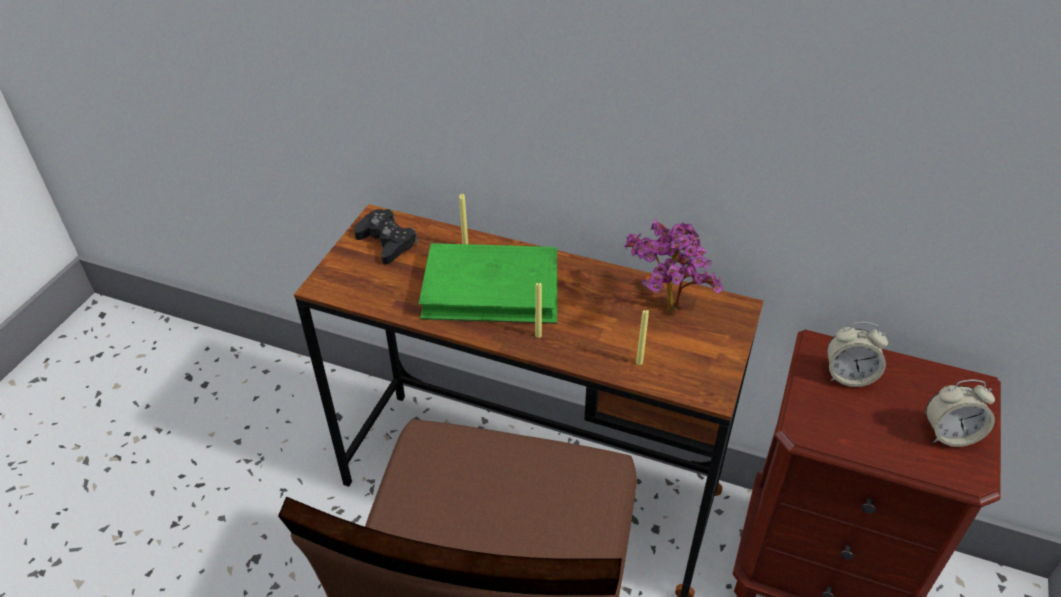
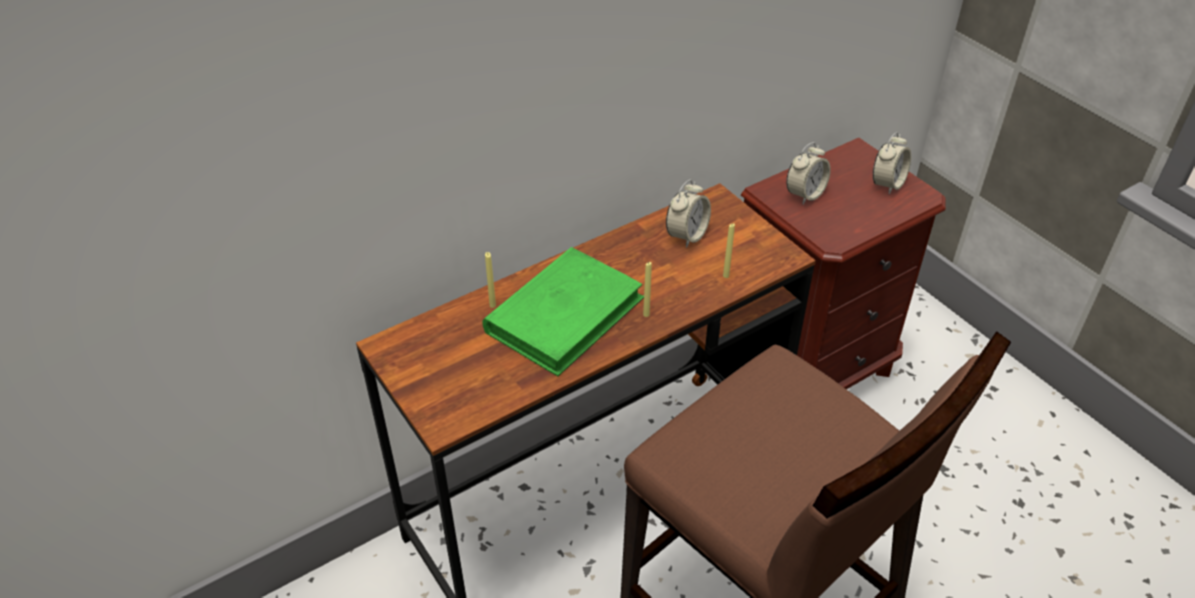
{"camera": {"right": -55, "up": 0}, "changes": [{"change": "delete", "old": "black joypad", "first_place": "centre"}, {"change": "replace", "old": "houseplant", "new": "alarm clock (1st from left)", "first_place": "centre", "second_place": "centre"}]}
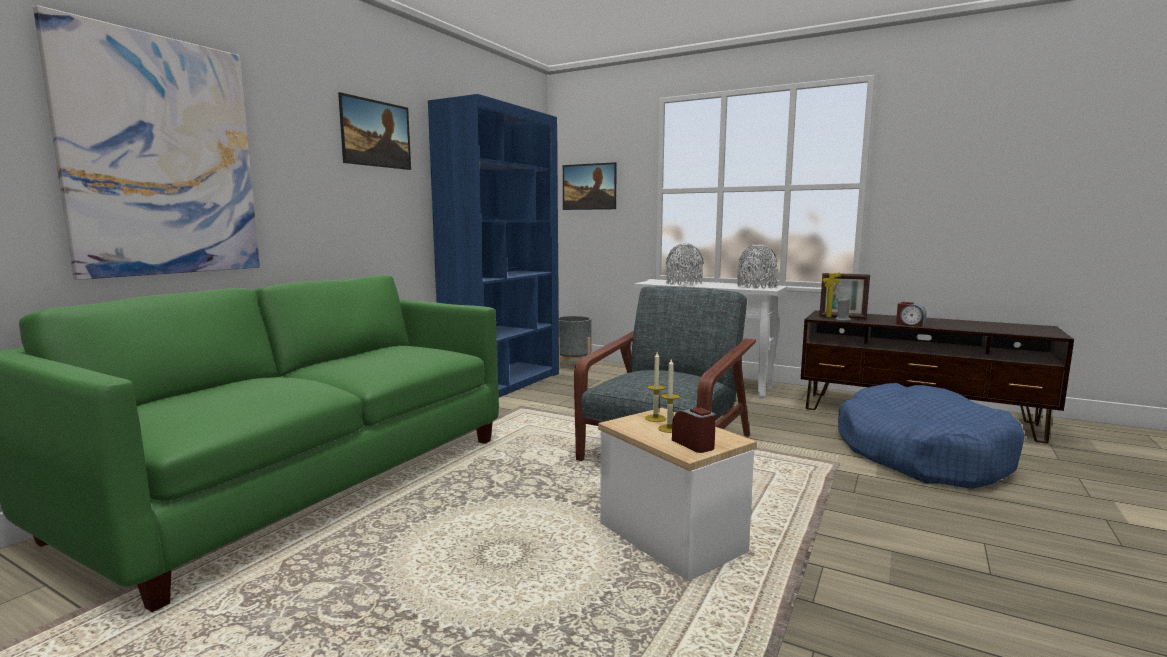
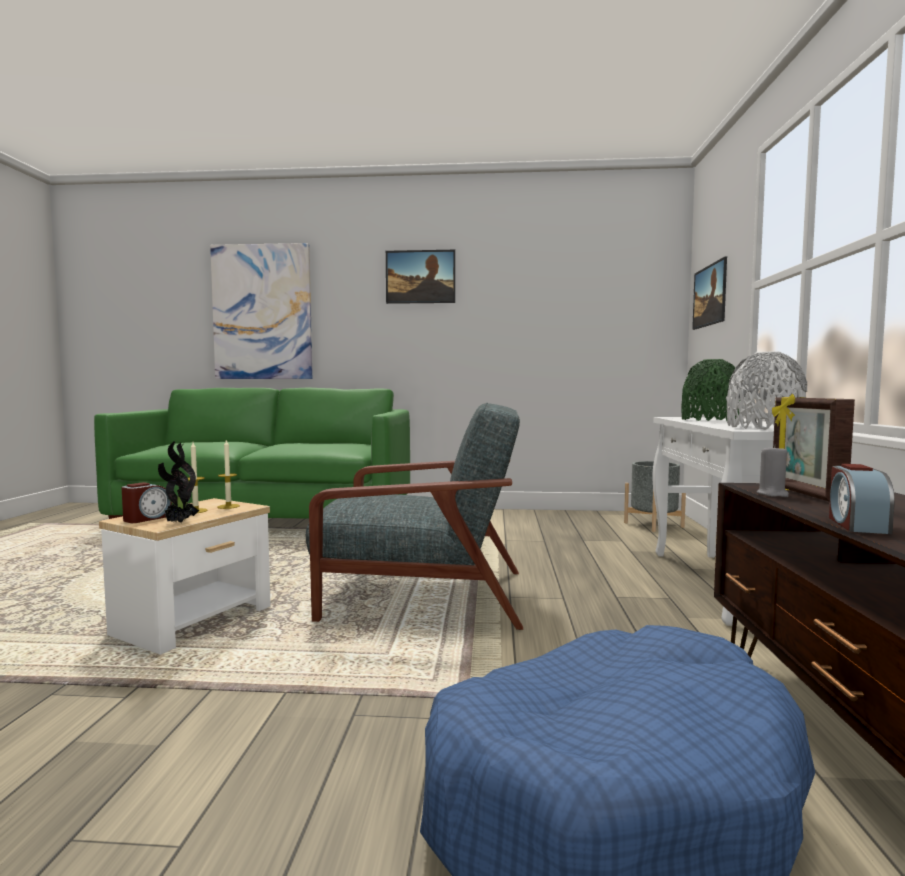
{"camera": {"right": 65, "up": -5}, "changes": [{"change": "delete", "old": "blue-coloured shelving unit", "first_place": "centre"}, {"change": "insert", "new": "houseplant", "second_place": "middle left"}, {"change": "recolor", "old": "grey flower vase (1st from left)", "new": "green-coloured flower vase", "first_place": "centre", "second_place": "middle right"}]}
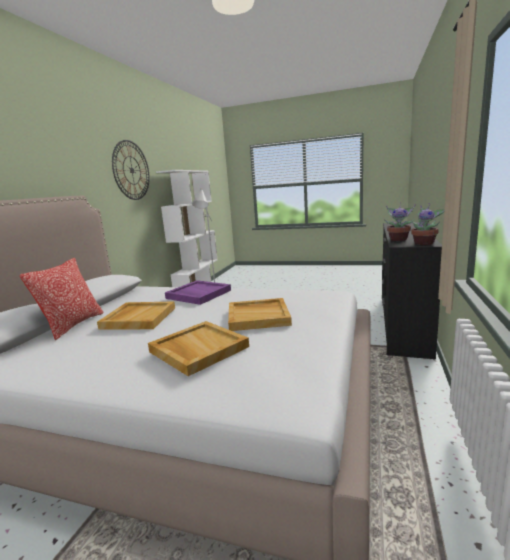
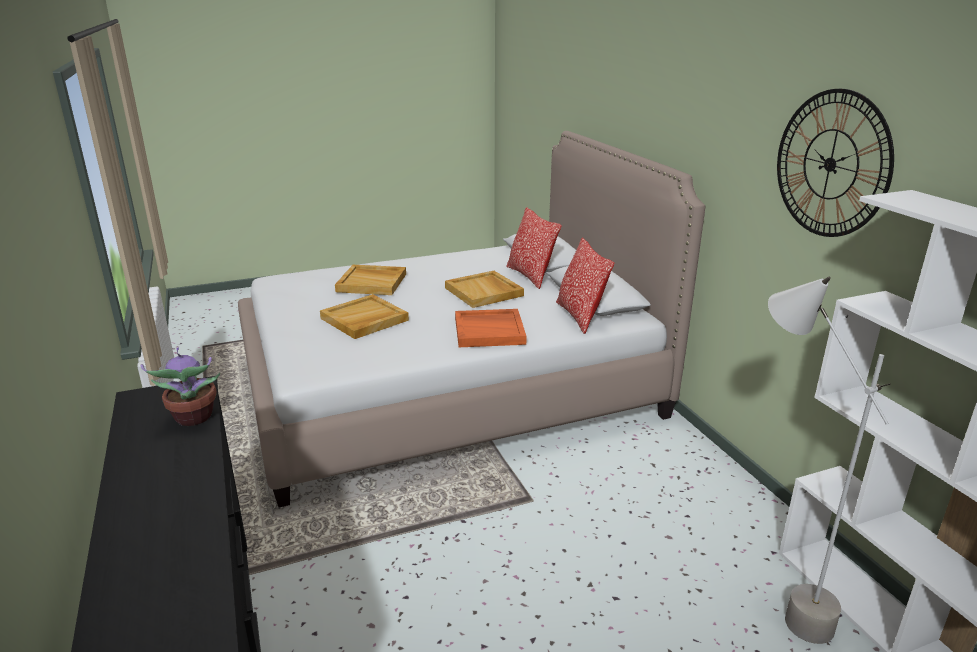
{"camera": {"right": 140, "up": 10}, "changes": [{"change": "delete", "old": "houseplant (2nd from left)", "first_place": "middle right"}, {"change": "insert", "new": "pillow (2nd from left)", "second_place": "centre"}, {"change": "recolor", "old": "purple tray", "new": "orange tray", "first_place": "centre", "second_place": "centre"}]}
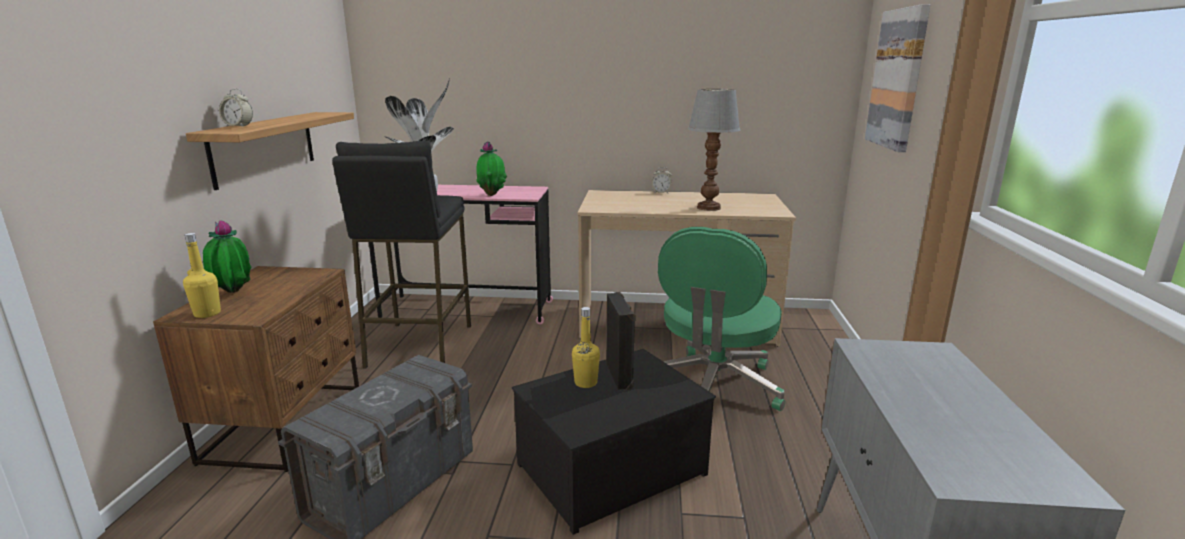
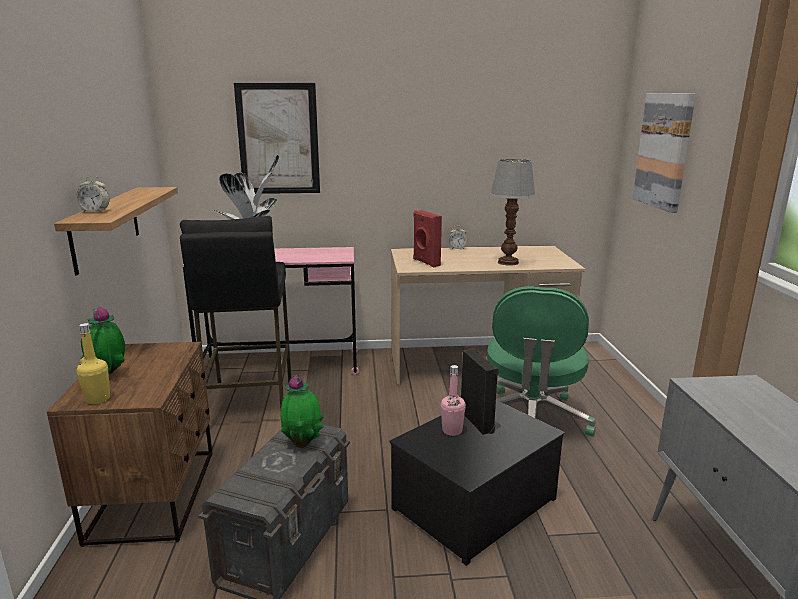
{"camera": {"right": -10, "up": 0}, "changes": [{"change": "insert", "new": "wall picture (1st from left)", "second_place": "top centre"}, {"change": "insert", "new": "red-coloured speaker", "second_place": "centre"}, {"change": "move", "old": "houseplant (3rd from left)", "first_place": "top centre", "second_place": "bottom centre"}, {"change": "recolor", "old": "yellowish bottle (2nd from left)", "new": "pink-coloured bottle", "first_place": "centre", "second_place": "bottom centre"}]}
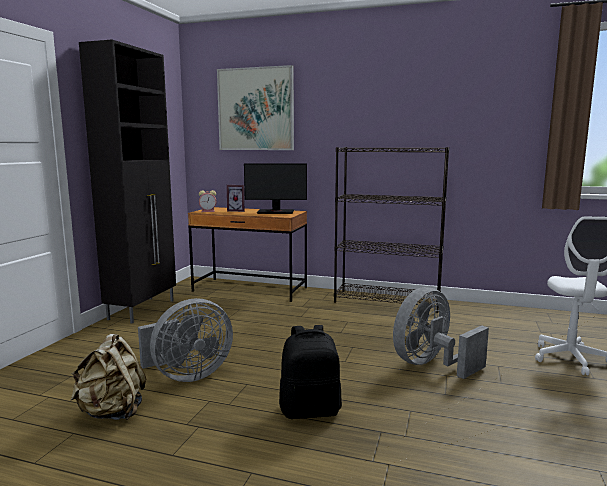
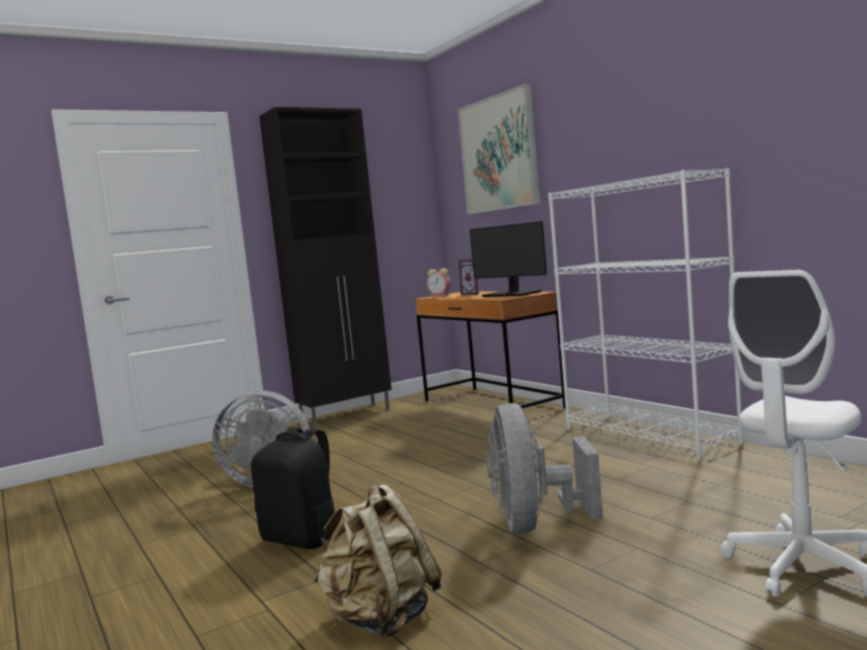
{"camera": {"right": 40, "up": -5}, "changes": [{"change": "move", "old": "beige-coloured rucksack", "first_place": "bottom left", "second_place": "bottom centre"}, {"change": "recolor", "old": "black shelving unit", "new": "white-coloured shelving unit", "first_place": "centre", "second_place": "middle right"}, {"change": "rotate", "old": "grey fan (2nd from left)", "first_place": "bottom right", "second_place": "bottom centre", "degrees": -90}]}
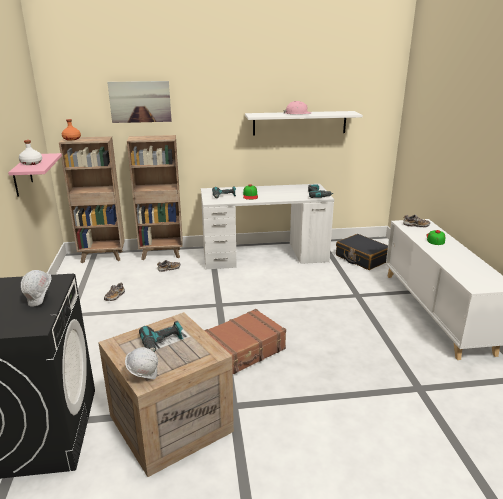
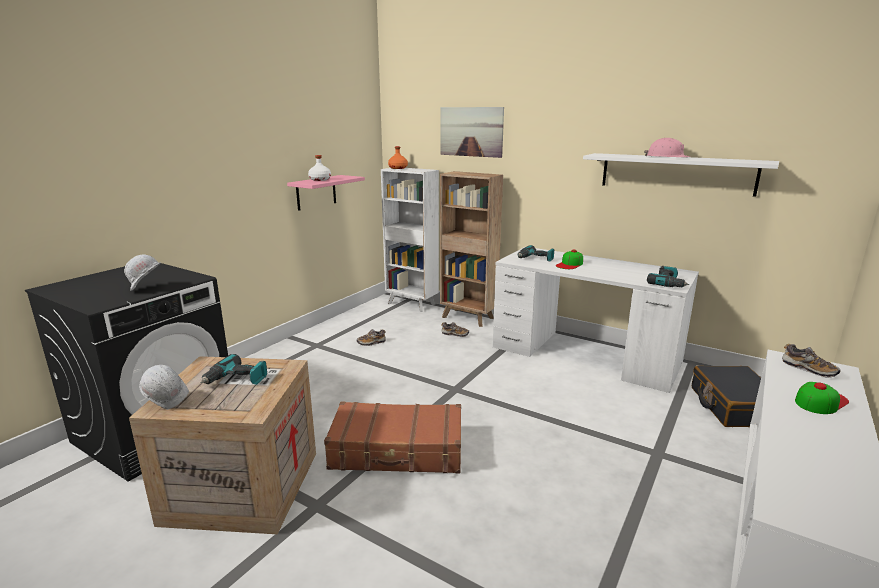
{"camera": {"right": 40, "up": -5}, "changes": [{"change": "recolor", "old": "brown shelving unit (1st from left)", "new": "white-coloured shelving unit", "first_place": "middle left", "second_place": "centre"}]}
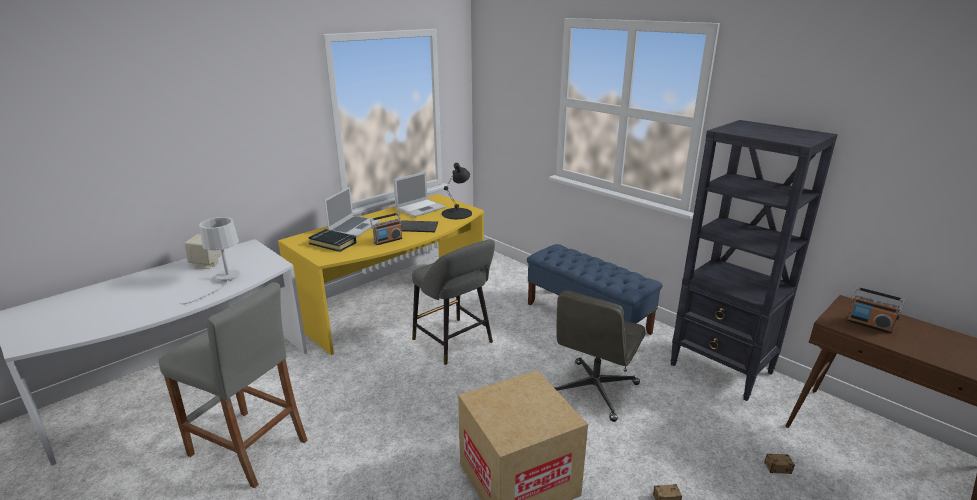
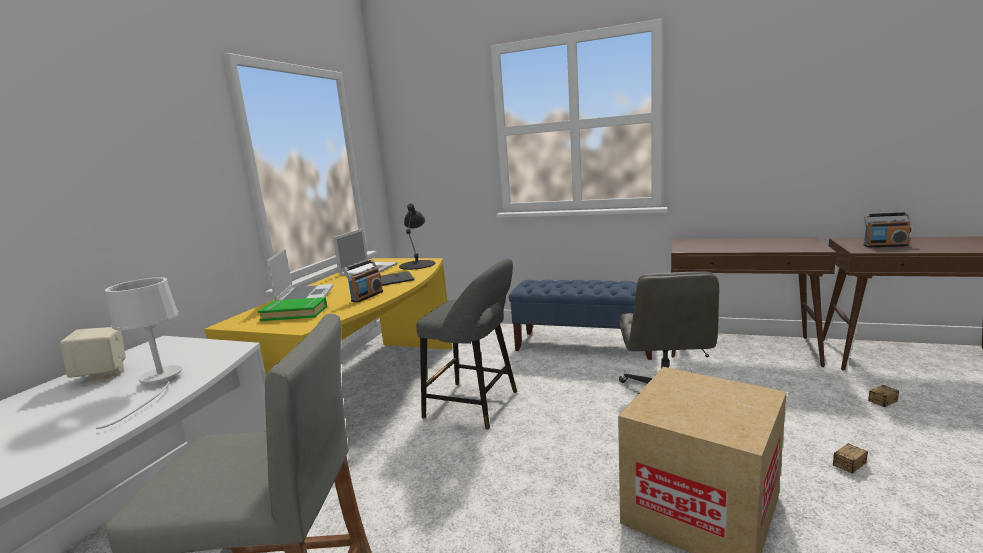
{"camera": {"right": -25, "up": -10}, "changes": [{"change": "replace", "old": "black shelving unit", "new": "brown hall table (1st from left)", "first_place": "middle right", "second_place": "middle right"}, {"change": "recolor", "old": "black book", "new": "green-coloured book", "first_place": "centre", "second_place": "middle left"}]}
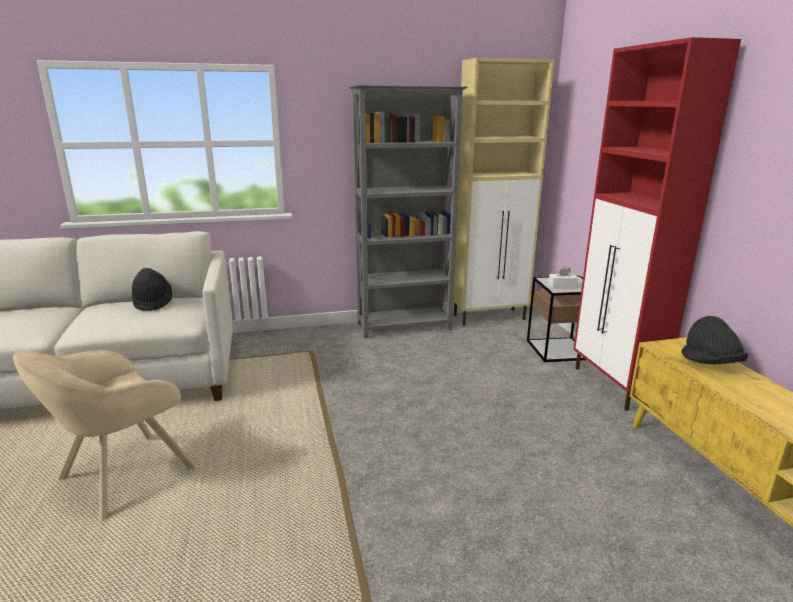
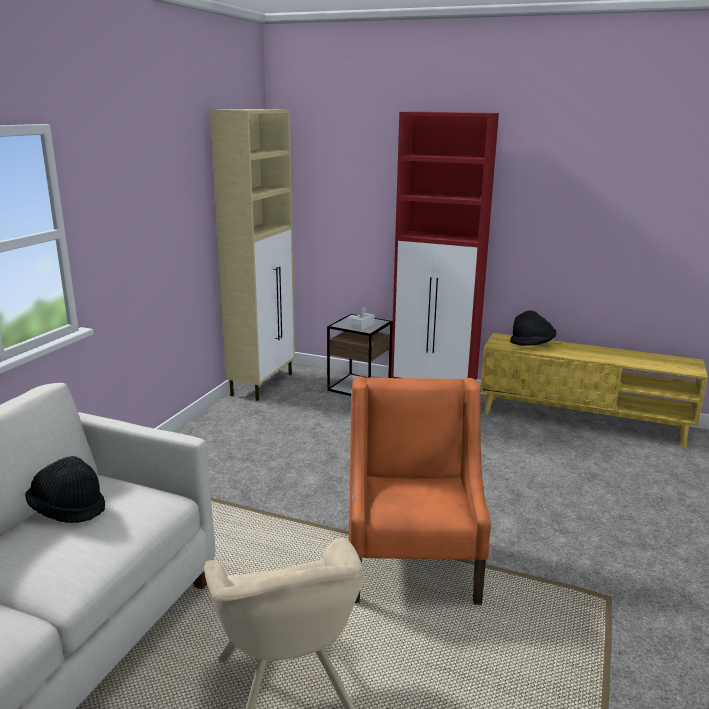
{"camera": {"right": -55, "up": 0}, "changes": [{"change": "delete", "old": "grey shelving unit", "first_place": "centre"}, {"change": "insert", "new": "orange armchair", "second_place": "bottom centre"}]}
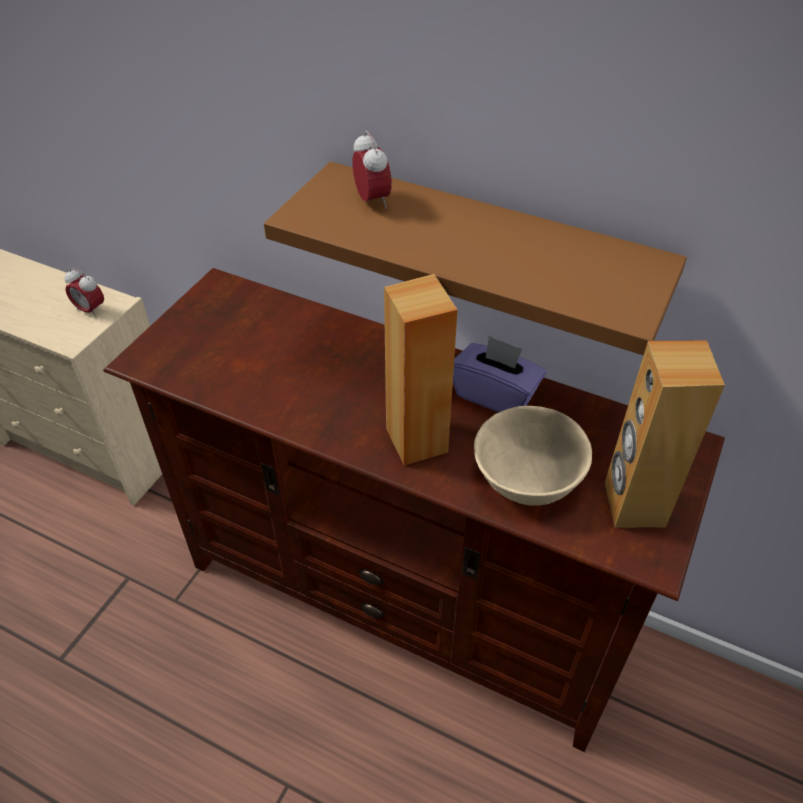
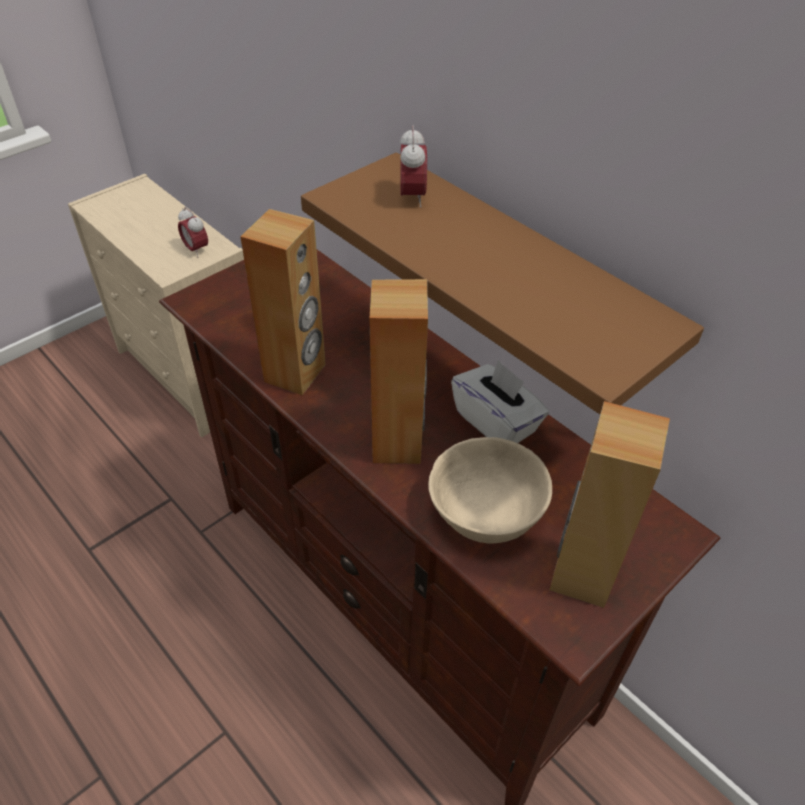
{"camera": {"right": 20, "up": 0}, "changes": [{"change": "insert", "new": "brown speaker (1st from left)", "second_place": "centre"}, {"change": "recolor", "old": "purple tissue box", "new": "white-coloured tissue box", "first_place": "centre", "second_place": "centre"}]}
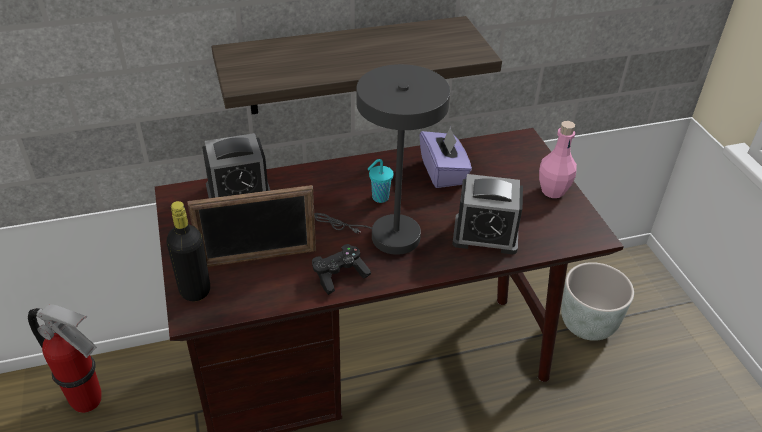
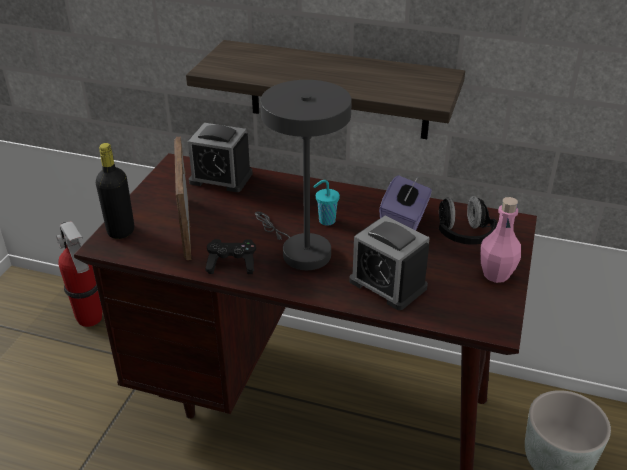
{"camera": {"right": 35, "up": -5}, "changes": [{"change": "insert", "new": "black headphones", "second_place": "middle right"}, {"change": "rotate", "old": "standing frame", "first_place": "middle left", "second_place": "middle left", "degrees": 60}]}
